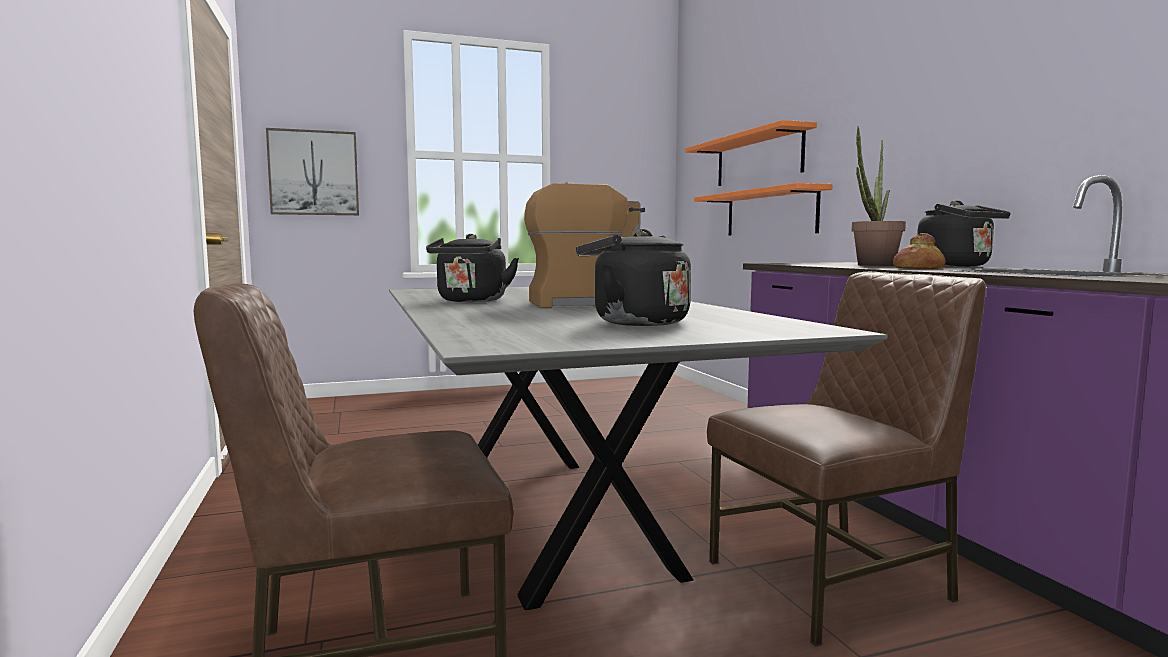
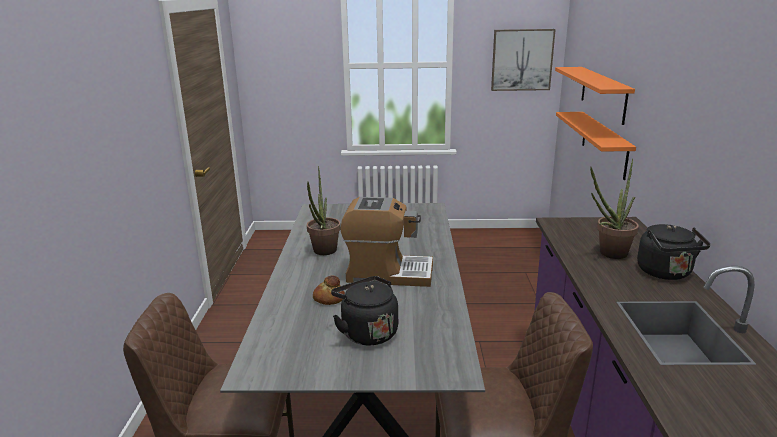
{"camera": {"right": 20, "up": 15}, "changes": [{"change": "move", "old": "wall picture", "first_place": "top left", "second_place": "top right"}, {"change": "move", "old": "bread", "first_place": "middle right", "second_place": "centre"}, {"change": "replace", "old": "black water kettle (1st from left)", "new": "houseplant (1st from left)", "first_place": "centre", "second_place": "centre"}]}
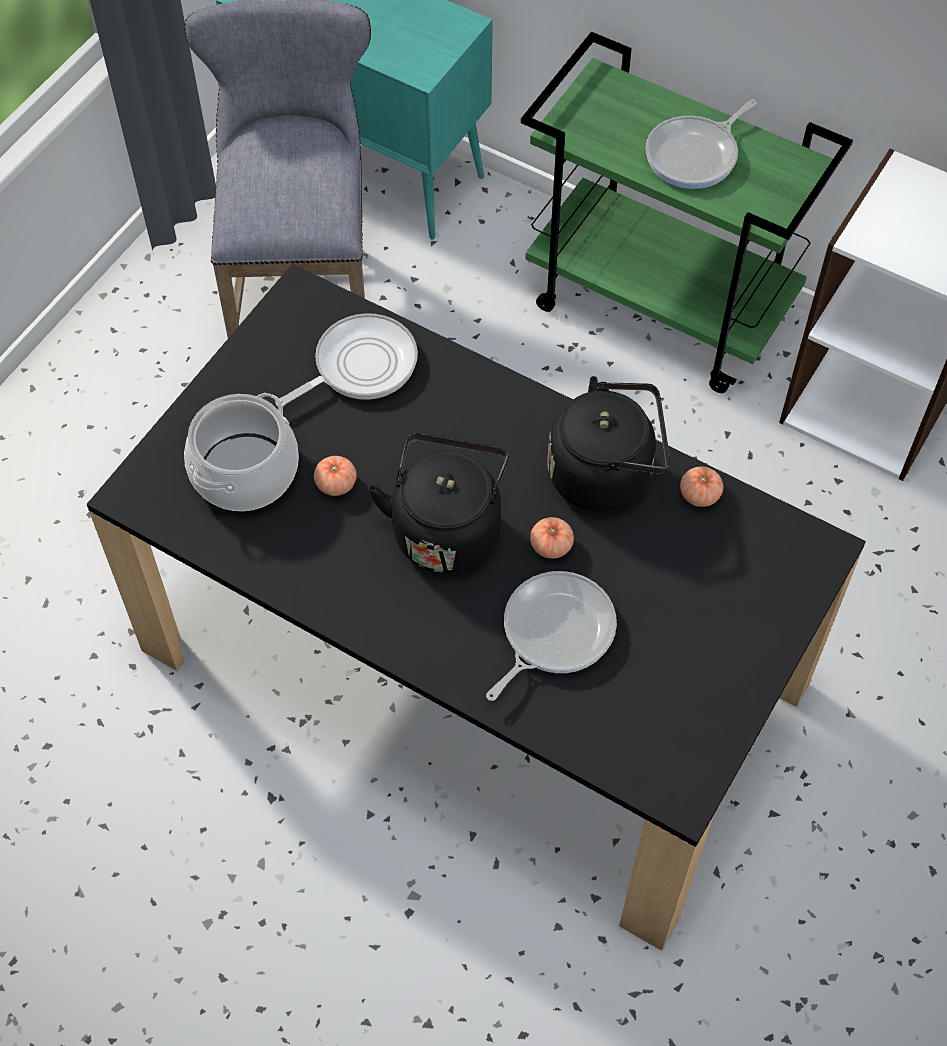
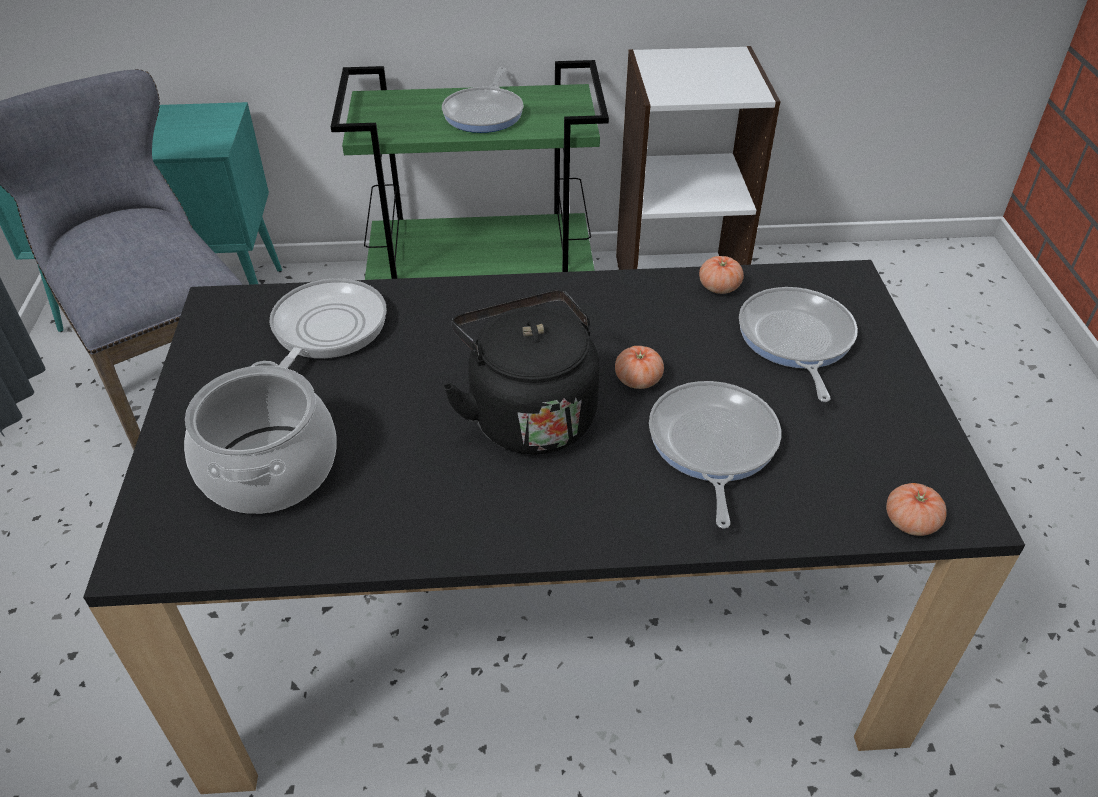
{"camera": {"right": -35, "up": -15}, "changes": [{"change": "delete", "old": "black water kettle (2nd from left)", "first_place": "centre"}, {"change": "insert", "new": "skillet (4th from left)", "second_place": "middle right"}, {"change": "move", "old": "fresh tomato (1st from left in the first image)", "new": "fresh tomato (3rd from left)", "first_place": "centre", "second_place": "middle right"}]}
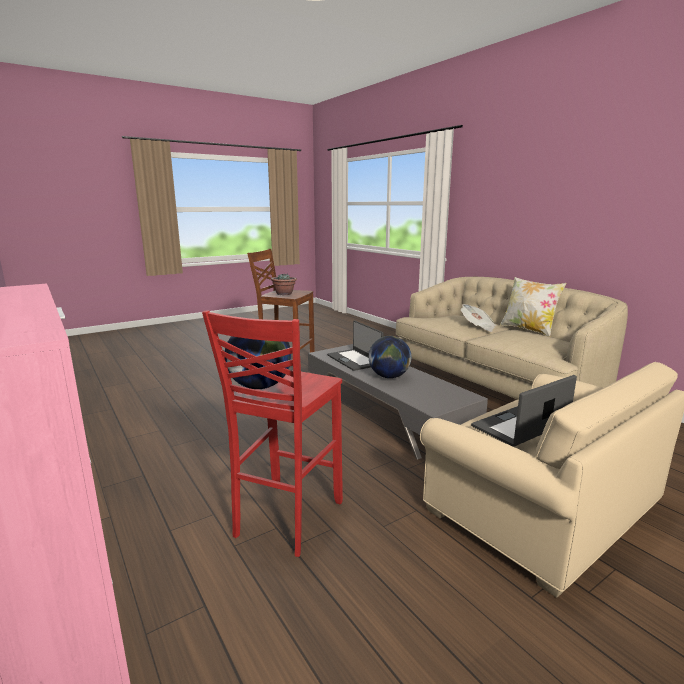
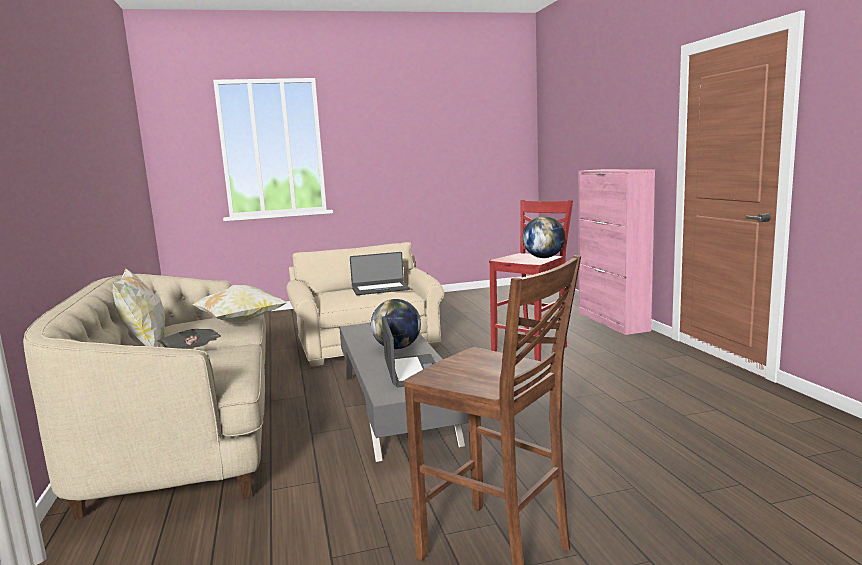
{"camera": {"right": -160, "up": -5}, "changes": [{"change": "delete", "old": "houseplant", "first_place": "centre"}, {"change": "insert", "new": "pillow (2nd from left)", "second_place": "middle left"}]}
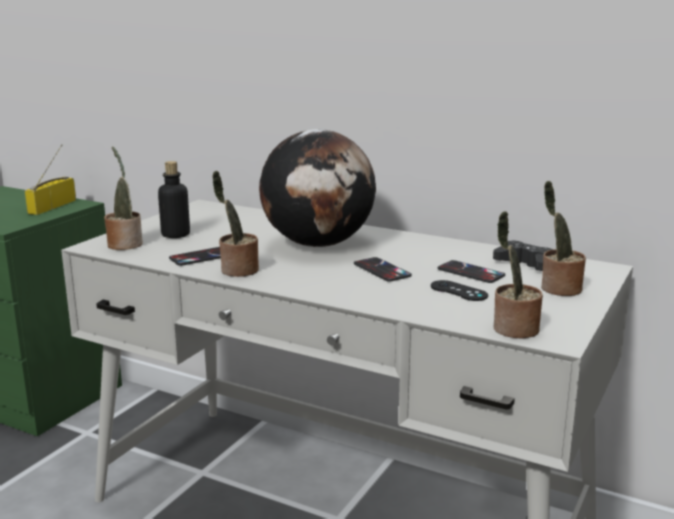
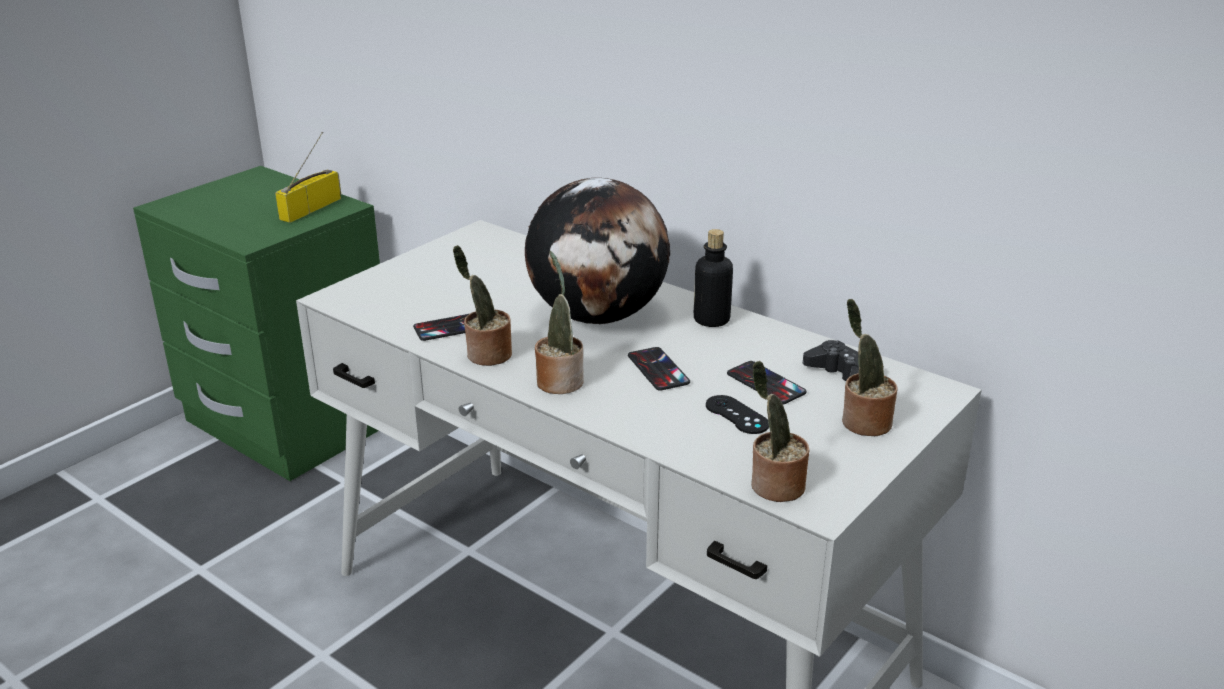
{"camera": {"right": 10, "up": 10}, "changes": [{"change": "move", "old": "houseplant (1st from left in the first image)", "new": "houseplant (2nd from left)", "first_place": "middle left", "second_place": "centre"}, {"change": "move", "old": "bottle", "first_place": "middle left", "second_place": "centre"}]}
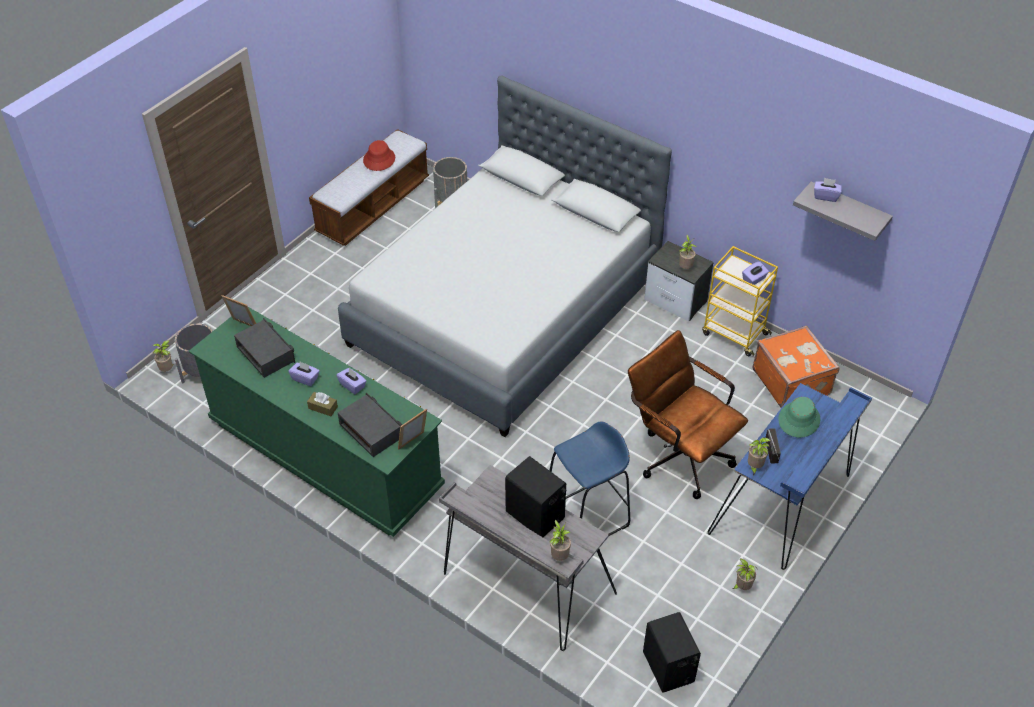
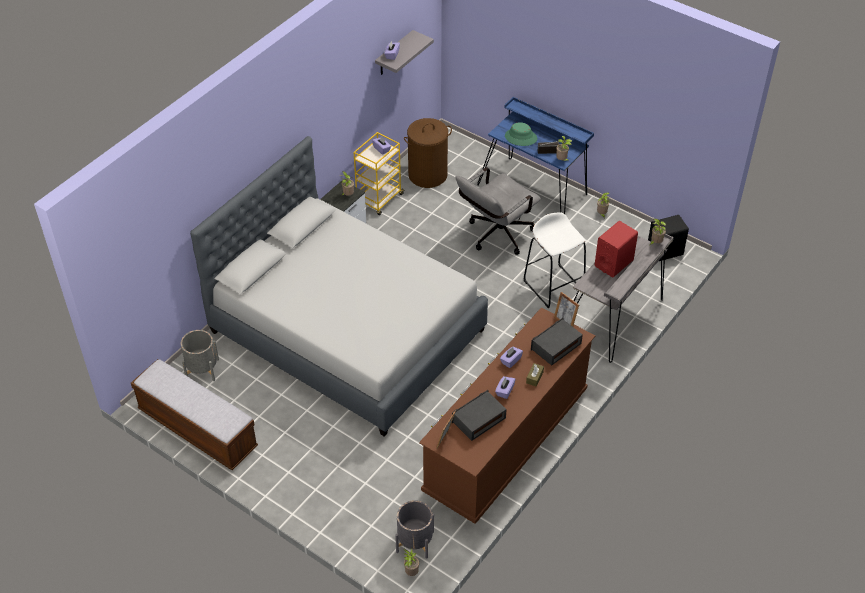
{"camera": {"right": -90, "up": 0}, "changes": [{"change": "delete", "old": "red-coloured clothing hat", "first_place": "top centre"}, {"change": "replace", "old": "orange piece of luggage", "new": "brown hamper", "first_place": "middle right", "second_place": "top centre"}, {"change": "recolor", "old": "green-coloured chest of drawers", "new": "brown chest of drawers", "first_place": "middle left", "second_place": "bottom centre"}, {"change": "recolor", "old": "black speaker (1st from left)", "new": "red-coloured speaker", "first_place": "bottom centre", "second_place": "middle right"}, {"change": "recolor", "old": "blue-coloured sitting stool", "new": "white-coloured sitting stool", "first_place": "bottom centre", "second_place": "centre"}, {"change": "recolor", "old": "brown desk chair", "new": "grey desk chair", "first_place": "centre", "second_place": "centre"}]}
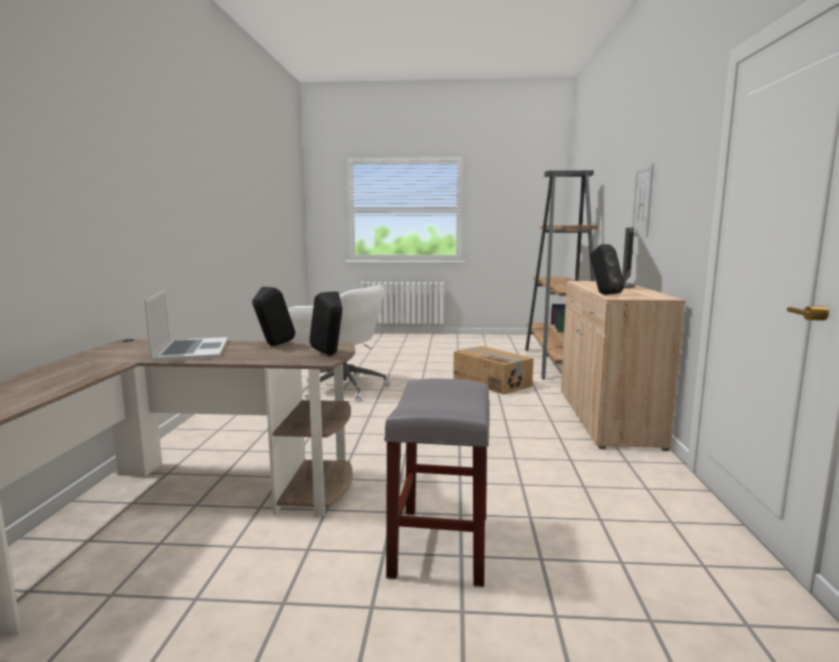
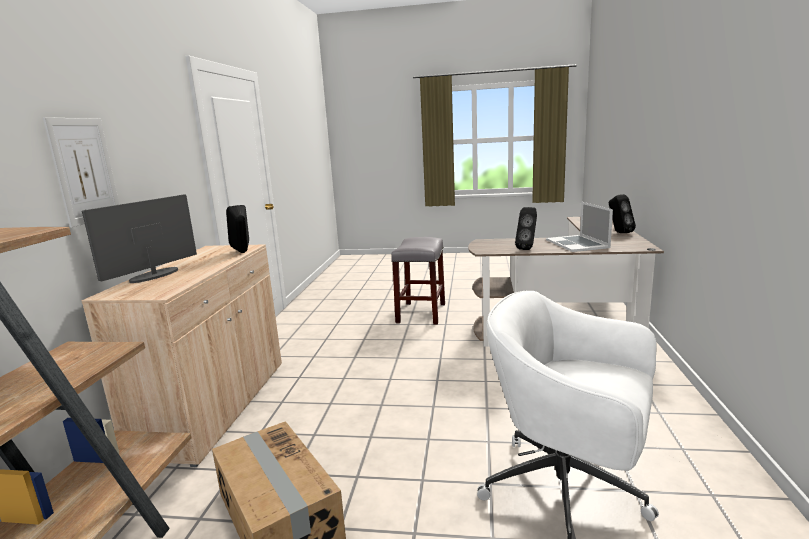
{"camera": {"right": -175, "up": 5}, "changes": [{"change": "move", "old": "black speaker (2nd from left in the first image)", "new": "black speaker (3rd from left)", "first_place": "centre", "second_place": "middle right"}]}
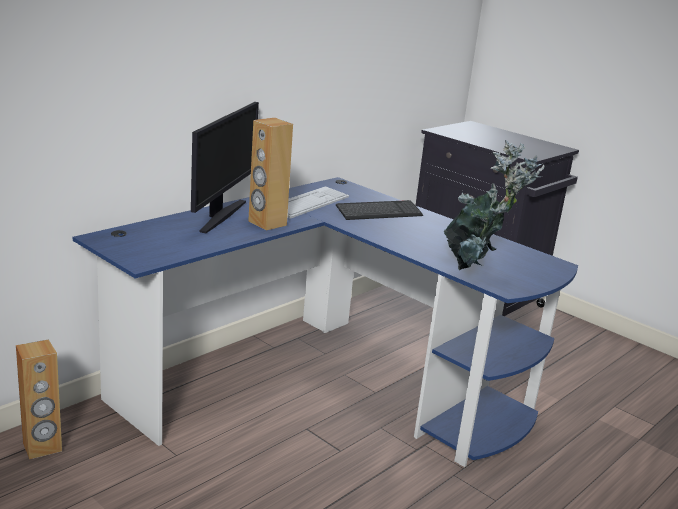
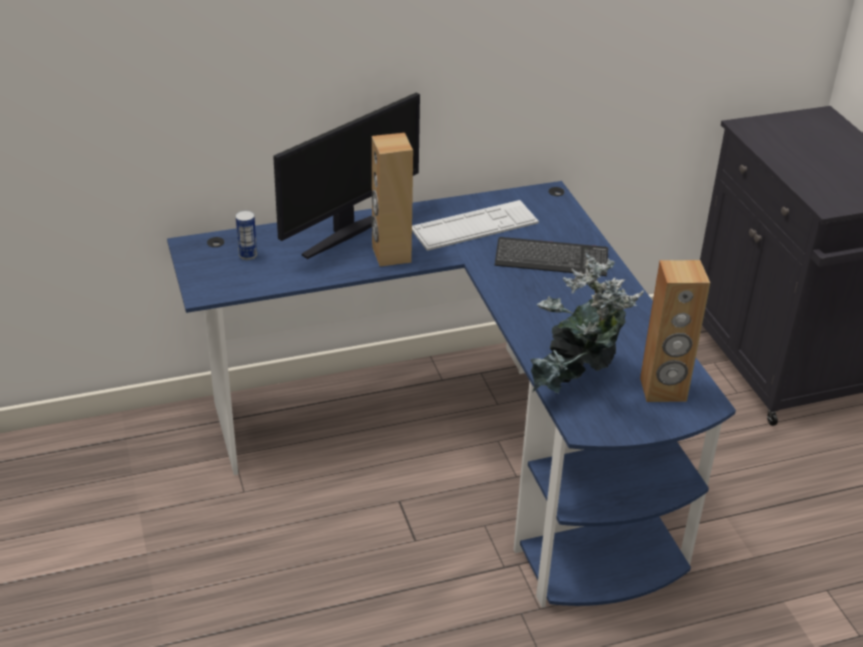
{"camera": {"right": 30, "up": 15}, "changes": [{"change": "insert", "new": "metal can", "second_place": "middle left"}, {"change": "move", "old": "brown speaker (1st from left in the first image)", "new": "brown speaker (2nd from left)", "first_place": "bottom left", "second_place": "middle right"}]}
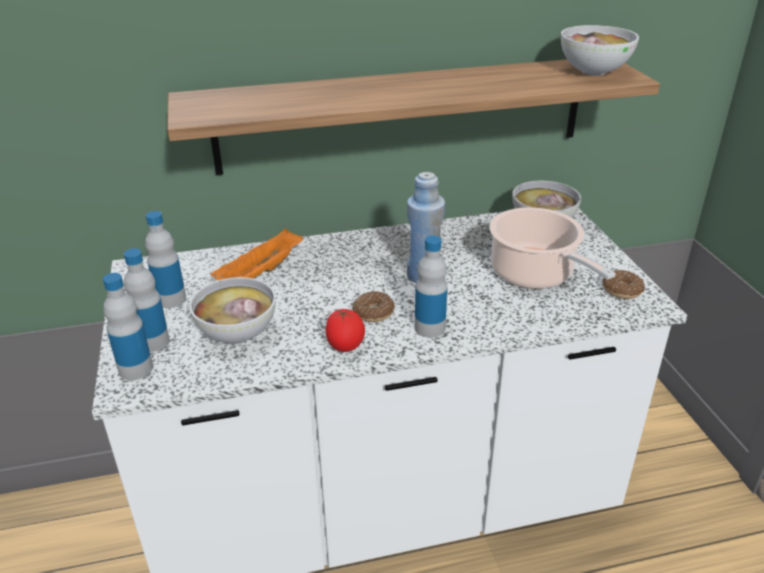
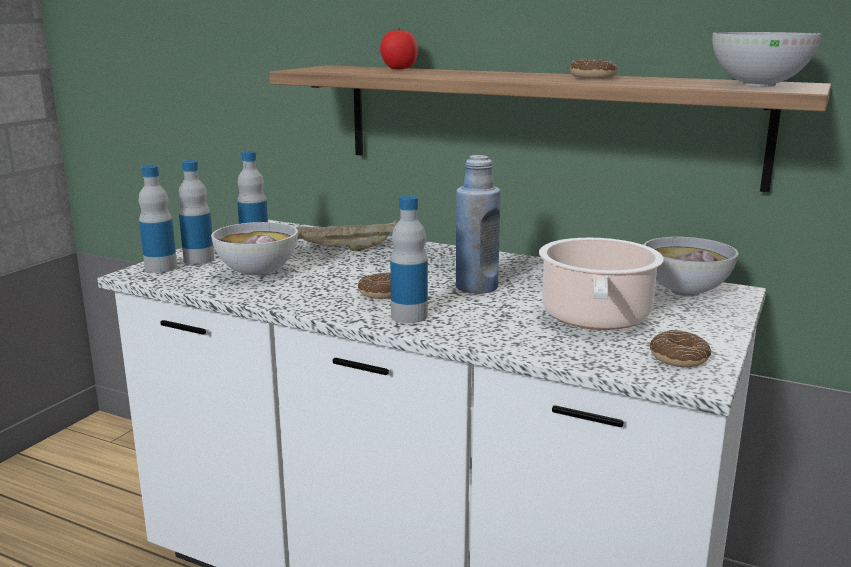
{"camera": {"right": 40, "up": -15}, "changes": [{"change": "insert", "new": "donut (2nd from left)", "second_place": "top right"}, {"change": "move", "old": "fresh tomato", "first_place": "centre", "second_place": "top centre"}, {"change": "recolor", "old": "orange tray", "new": "beige-coloured tray", "first_place": "centre", "second_place": "centre"}]}
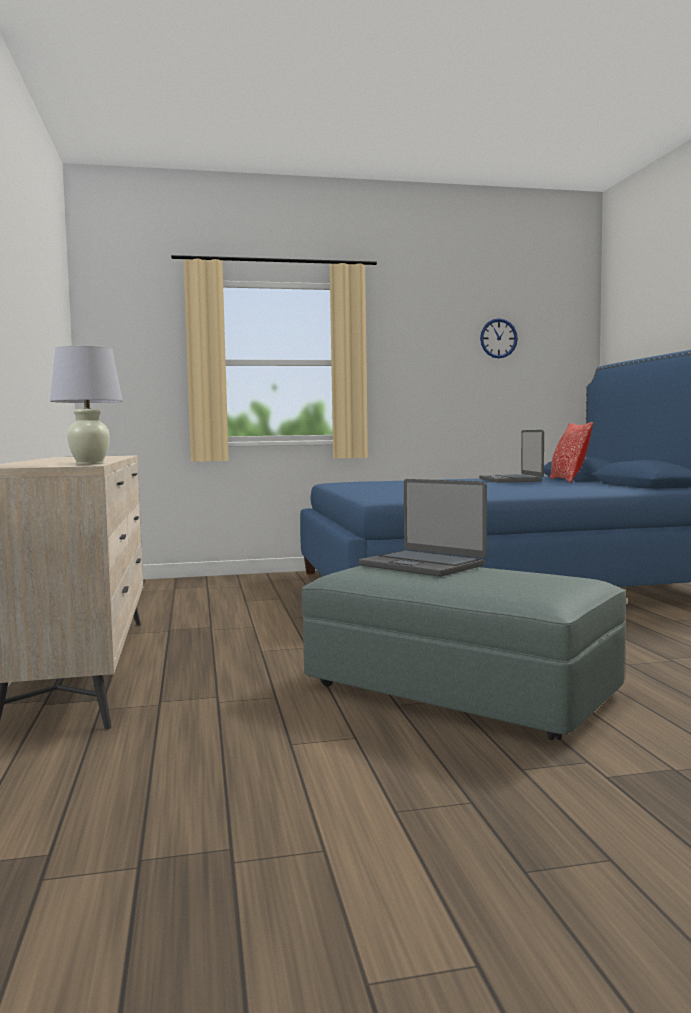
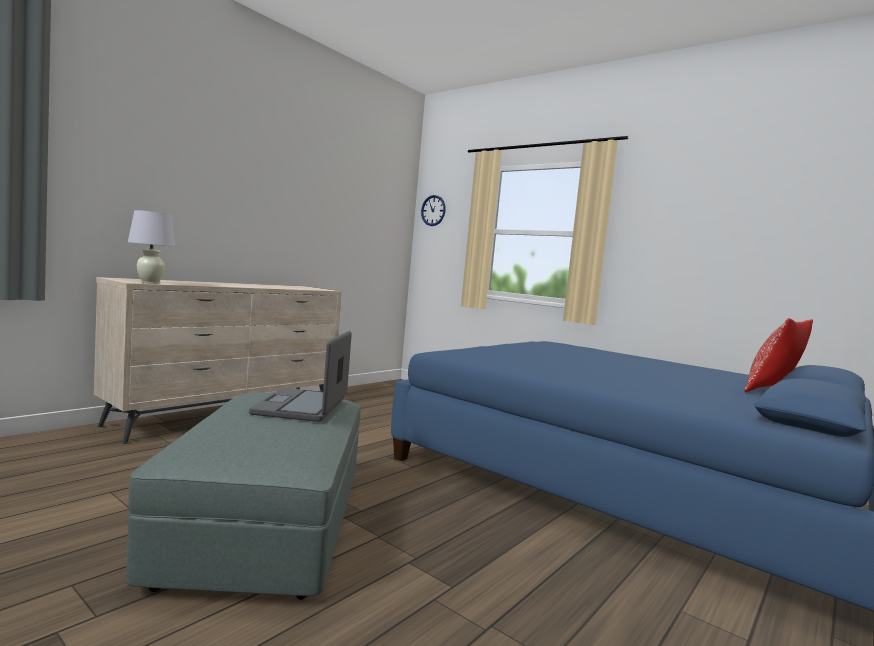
{"camera": {"right": 50, "up": 0}, "changes": [{"change": "delete", "old": "laptop (2nd from left)", "first_place": "middle right"}, {"change": "move", "old": "wall clock", "first_place": "middle right", "second_place": "top centre"}]}
